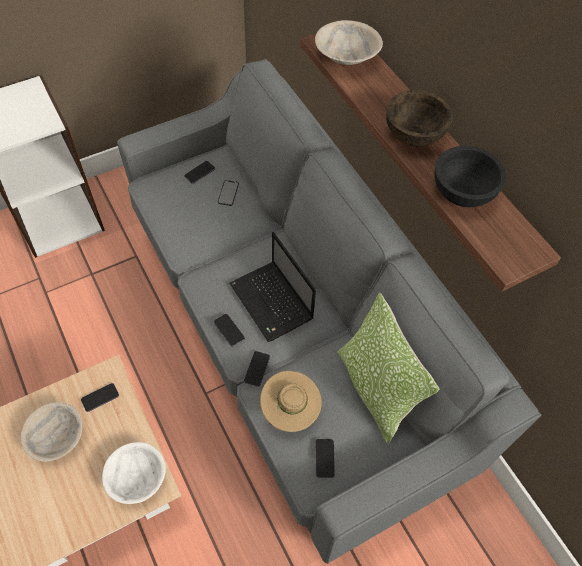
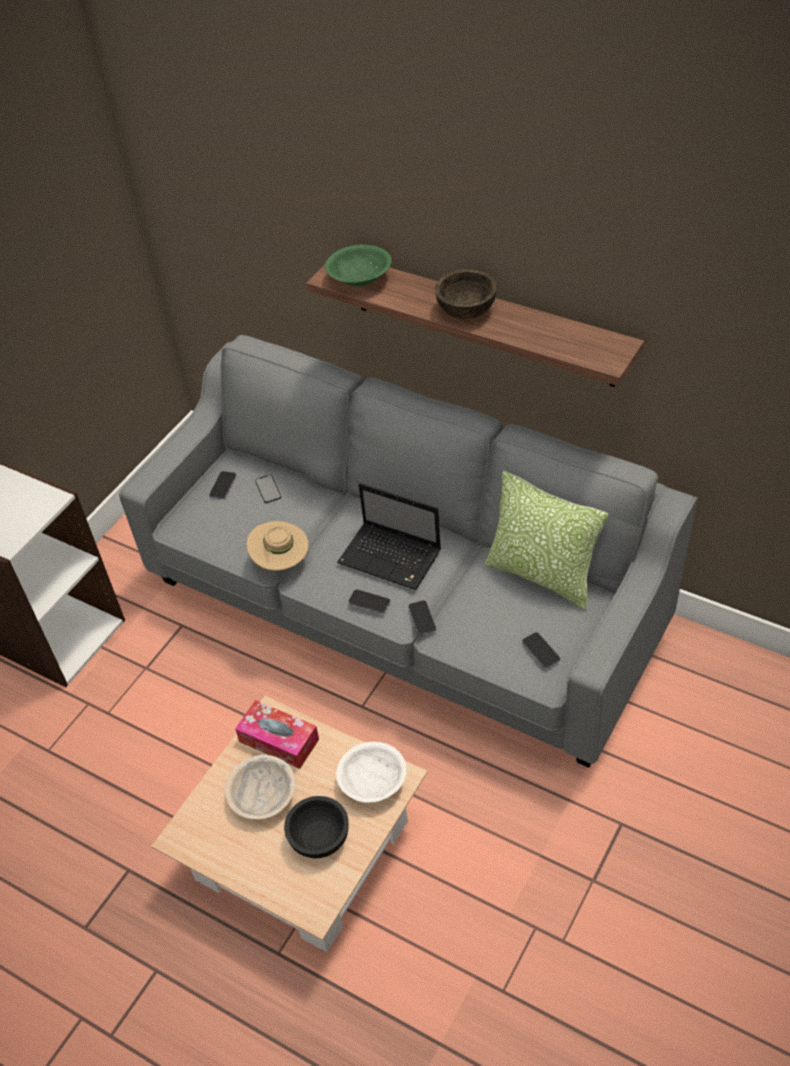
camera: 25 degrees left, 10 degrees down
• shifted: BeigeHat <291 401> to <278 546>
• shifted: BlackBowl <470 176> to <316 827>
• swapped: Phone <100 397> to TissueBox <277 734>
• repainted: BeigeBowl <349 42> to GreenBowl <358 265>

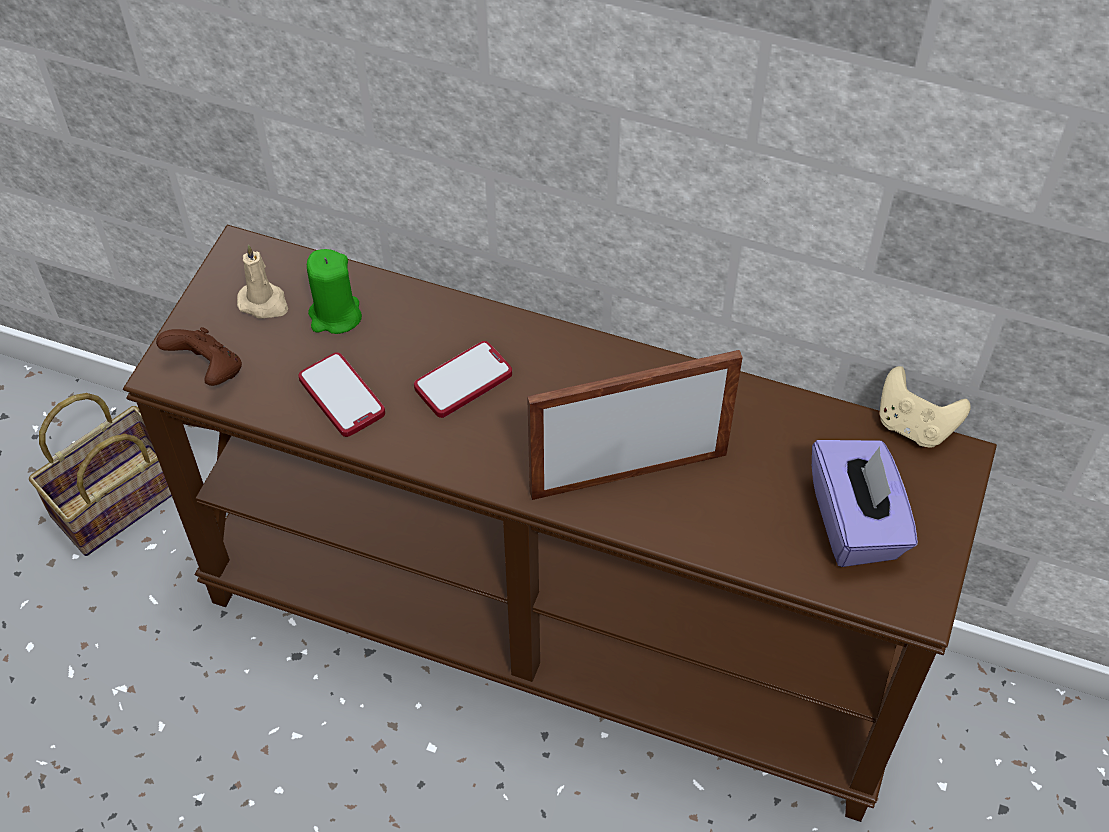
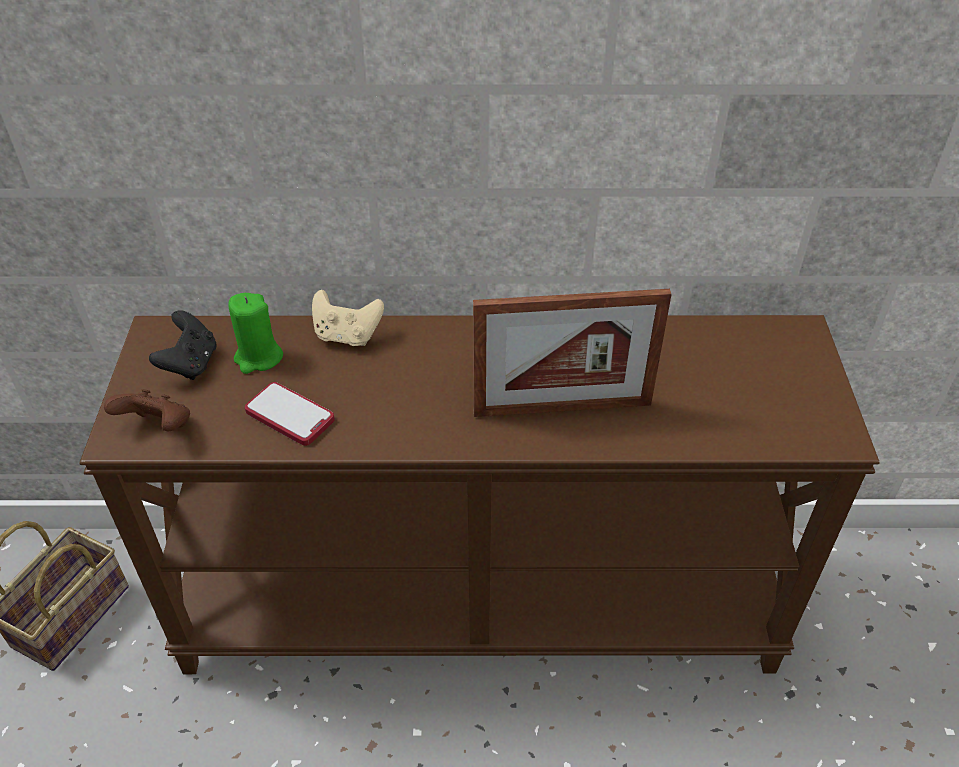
camera: 20 degrees left, 10 degrees down
• gone: Phone <463 379>
• gone: PurpleTissueBox <865 503>
• shifted: BeigeGameController <925 406> to <348 318>
• swapped: BeigeCandle <262 282> to BlackGameController <182 345>
• rotated: PictureFrame <635 425> = <572 353> 150 degrees counterclockwise

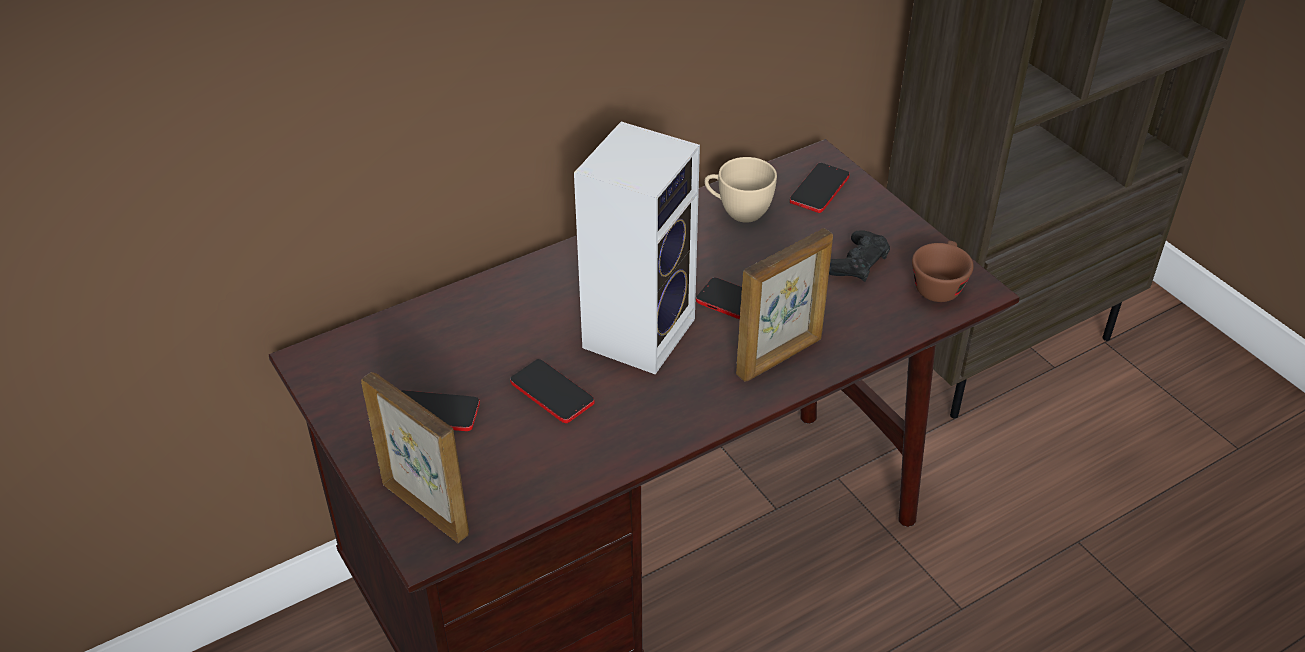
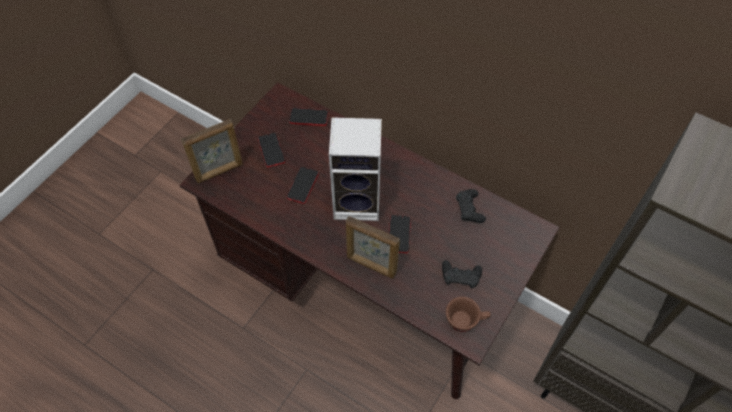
camera: 65 degrees right, 15 degrees up
• shifted: Phone <820 188> to <309 117>
• swapped: BeigeCup <741 190> to BlackGameController <471 206>
• rotated: PictureFrame <415 457> = <212 151> 45 degrees clockwise

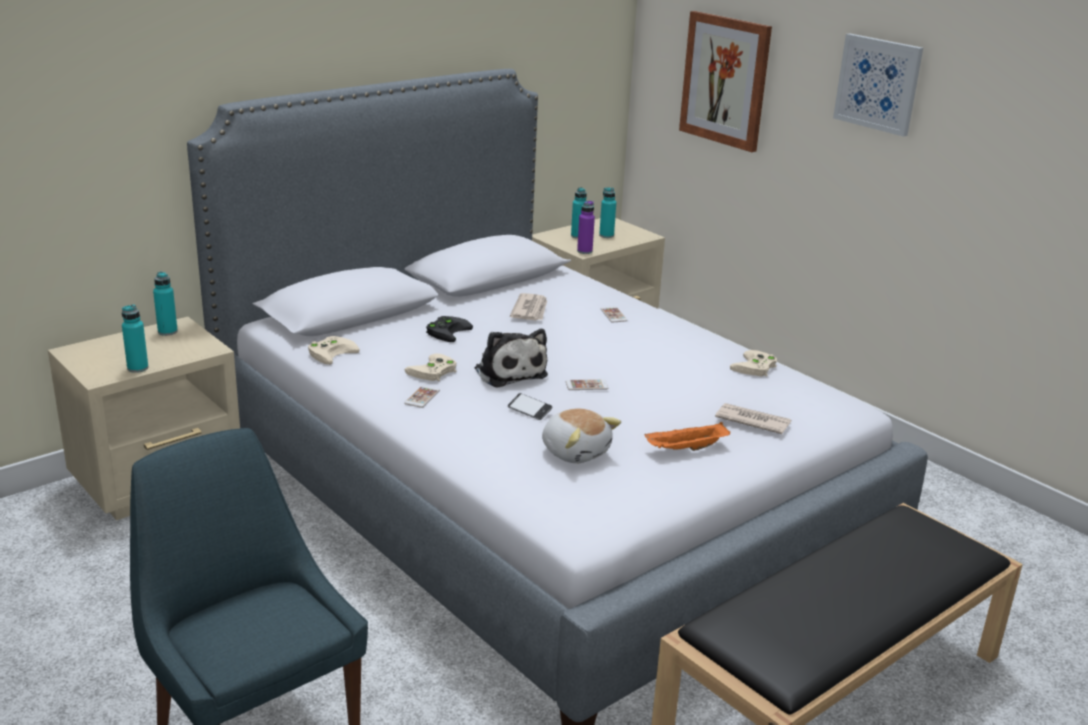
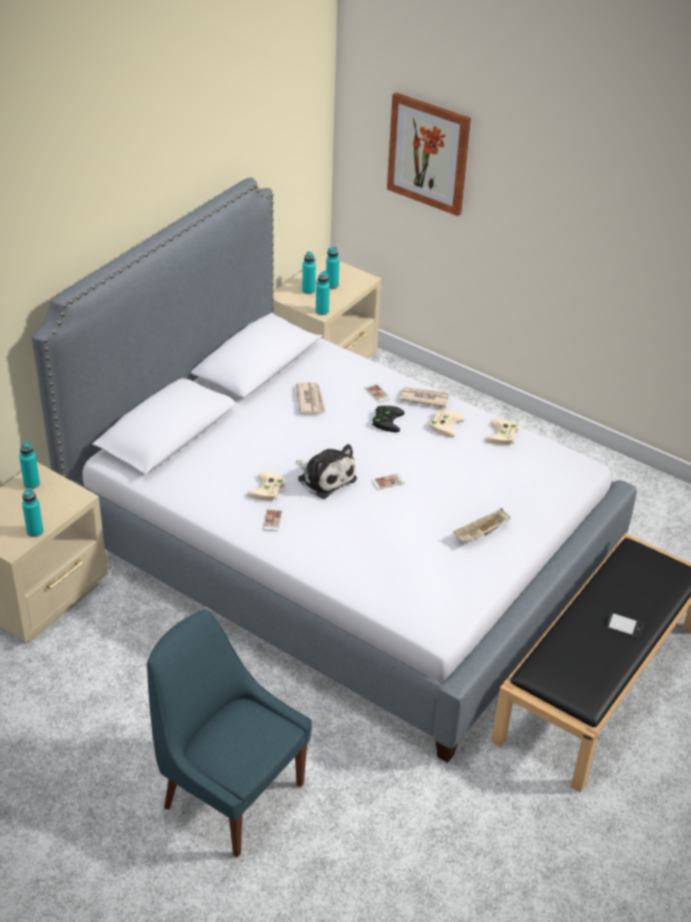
camera: 15 degrees left, 15 degrees up
• gone: PlushToy <581 435>
• gone: Picture <878 85>
• shifted: BeigeGameController <334 350> to <447 423>
• shifted: BlackGameController <449 329> to <388 419>
• shifted: Phone <530 406> to <625 625>
• shifted: Newspaper <753 418> to <425 397>
• repainted: PurpleBottle <586 227> to TurquoiseBottle <323 293>
• repainted: OrangeTray <687 436> to BeigeTray <482 525>

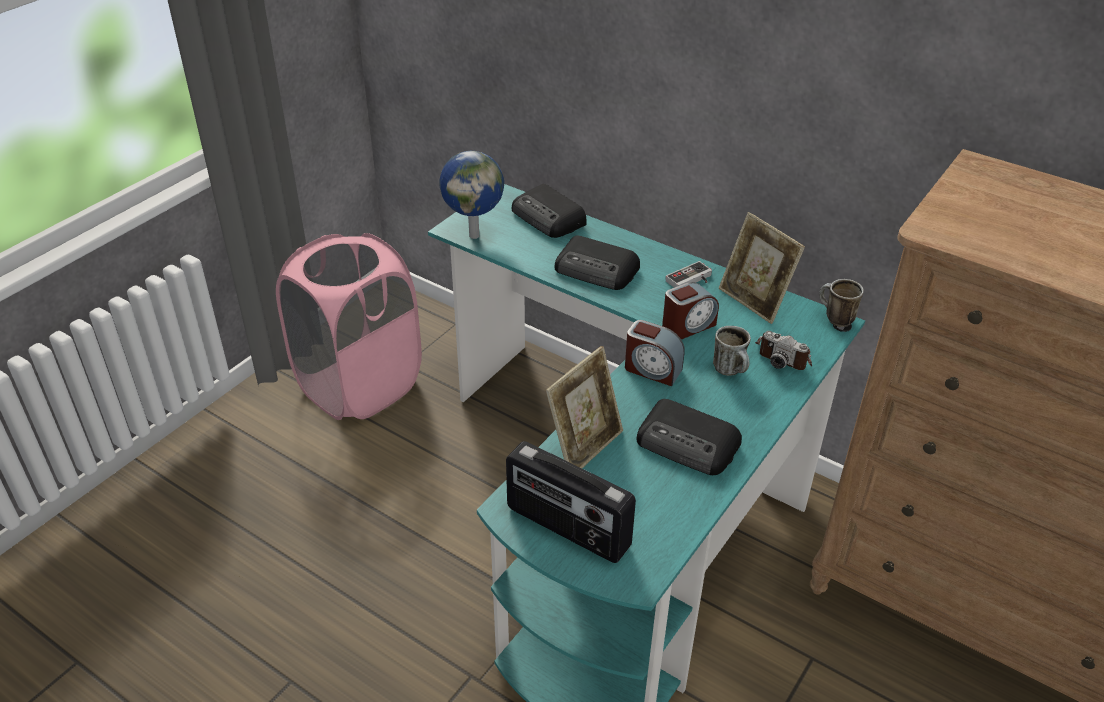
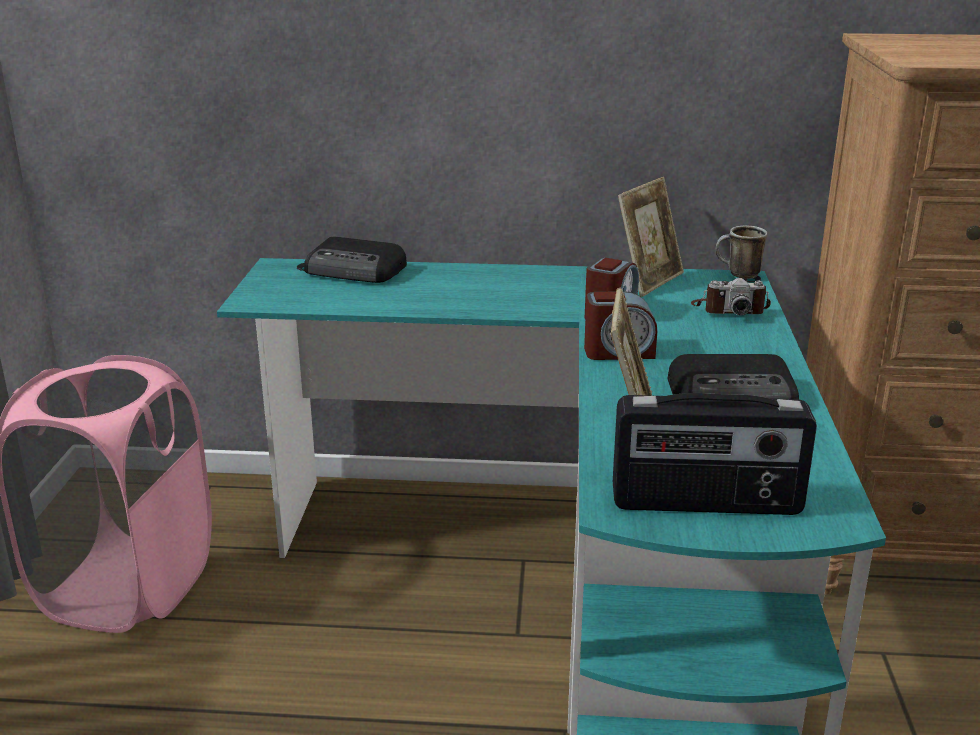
camera: 30 degrees left, 15 degrees down
• gone: Globe <471 195>
• gone: Radio <597 263>
• gone: GameController <688 274>
• gone: Mug <732 351>
• rotated: PictureFrame <762 268> = <651 237> 75 degrees counterclockwise

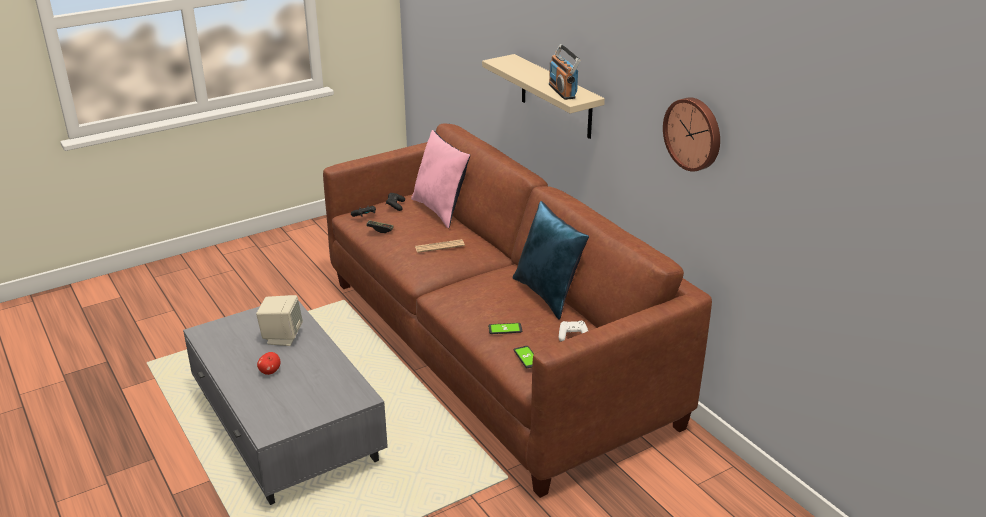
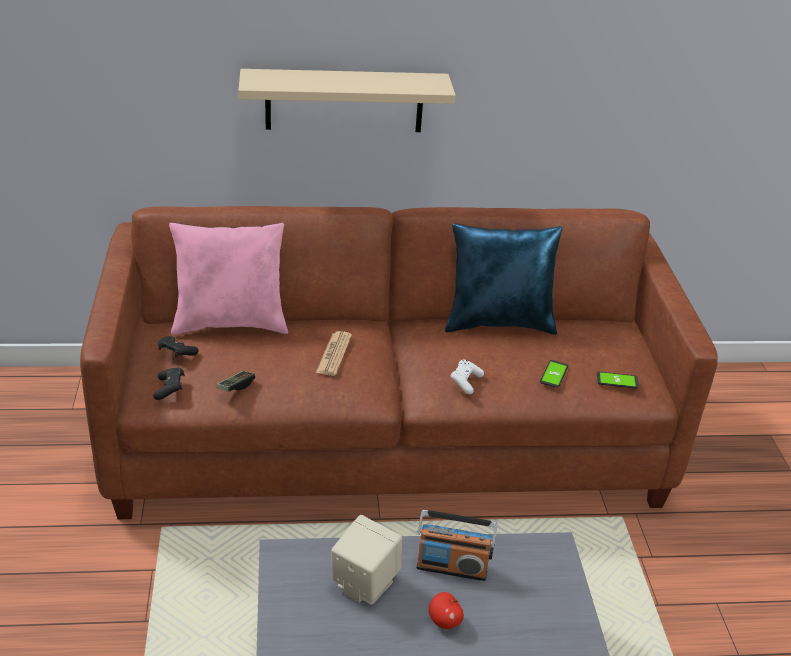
camera: 65 degrees left, 5 degrees up
• gone: WallClock <691 134>
• shifted: Radio <565 72> to <456 545>
• shifted: WhiteGameController <573 331> to <467 377>

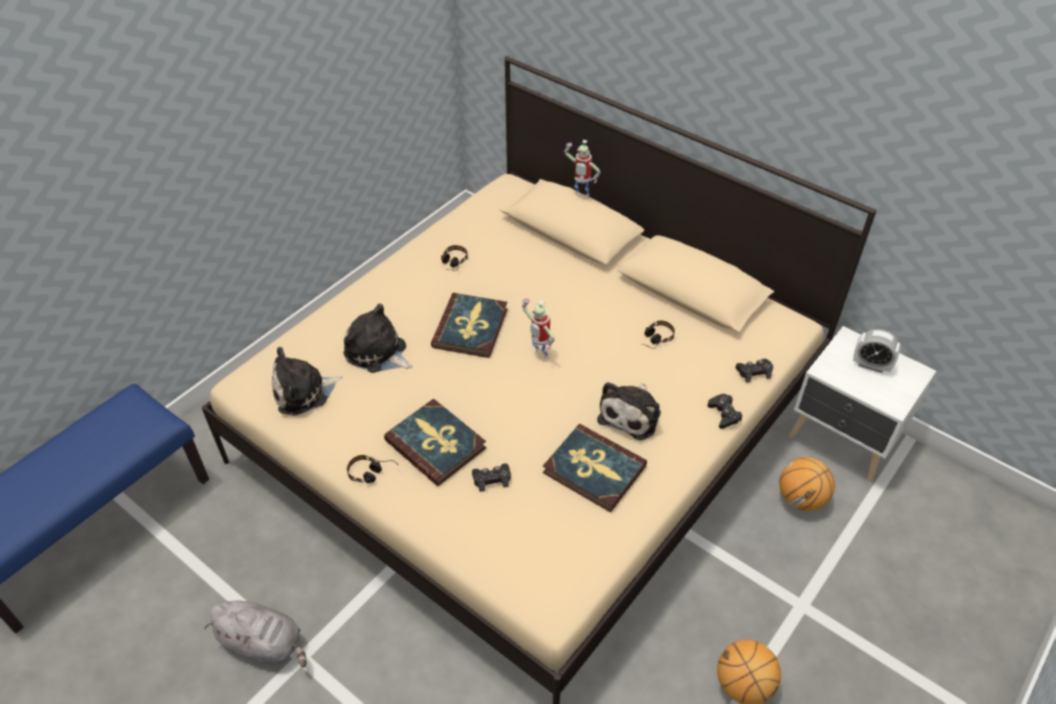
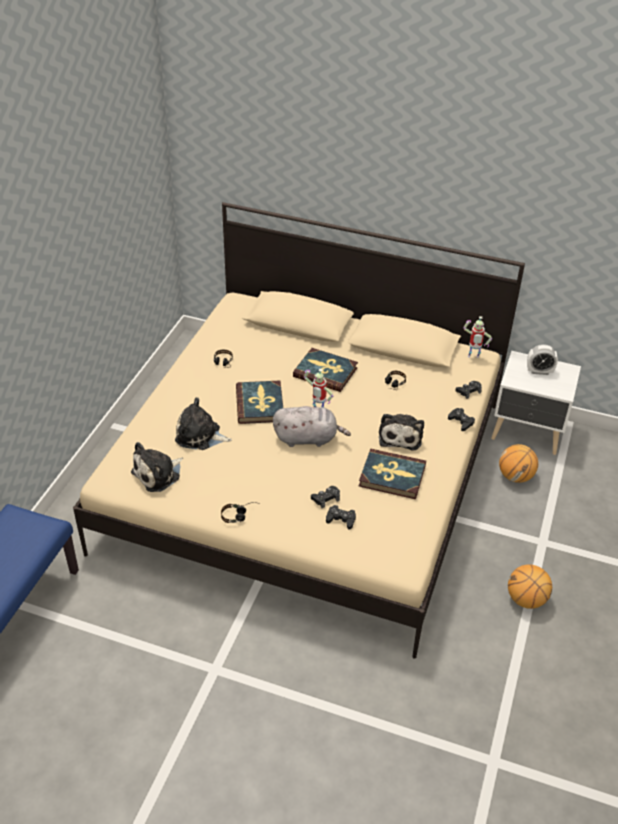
camera: 20 degrees left, 5 degrees down
• new: BlackGameController <341 517>
• shifted: GreyPlushToy <256 634> to <312 426>
• shifted: Book <435 442> to <325 370>
• shifted: ToyRobot <582 168> to <477 337>

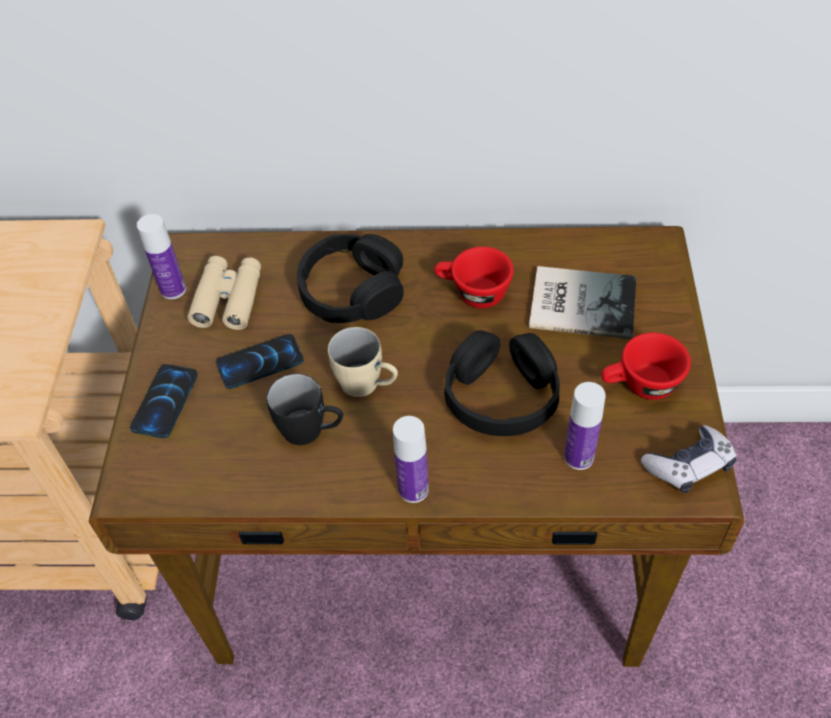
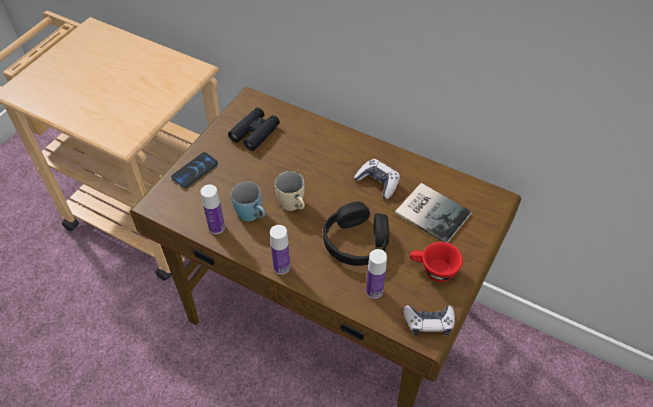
camera: 25 degrees right, 0 degrees up
• gone: Phone <260 361>
• gone: BlackHeadphones <350 278>
• shifted: Bottle <161 256> to <213 209>
• swapped: RedCup <474 277> to GameController <377 179>
• repainted: BeigeBinoculars <224 293> to BlackBinoculars <254 129>
• repainted: BlackMug <305 409> to BlueMug <248 201>

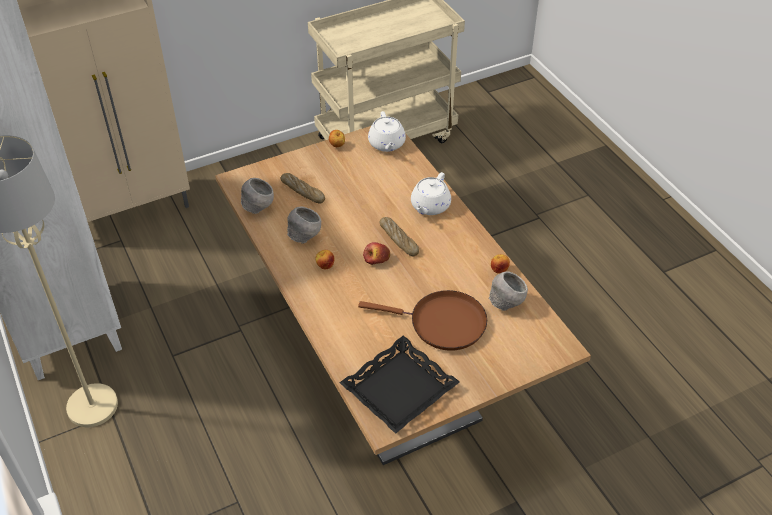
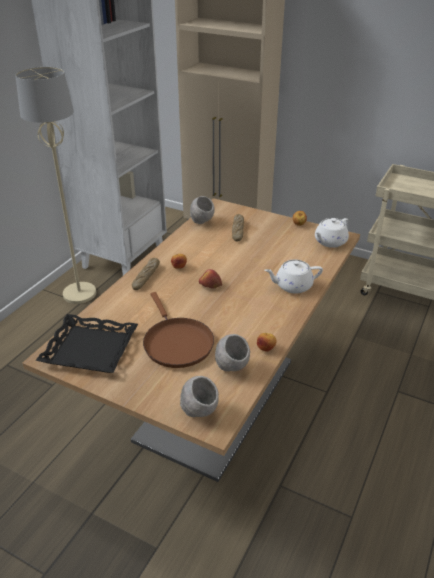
camera: 55 degrees right, 10 degrees down
• shifted: GreyBowl <304 225> to <199 396>
• shifted: Bread <399 236> to <146 274>

